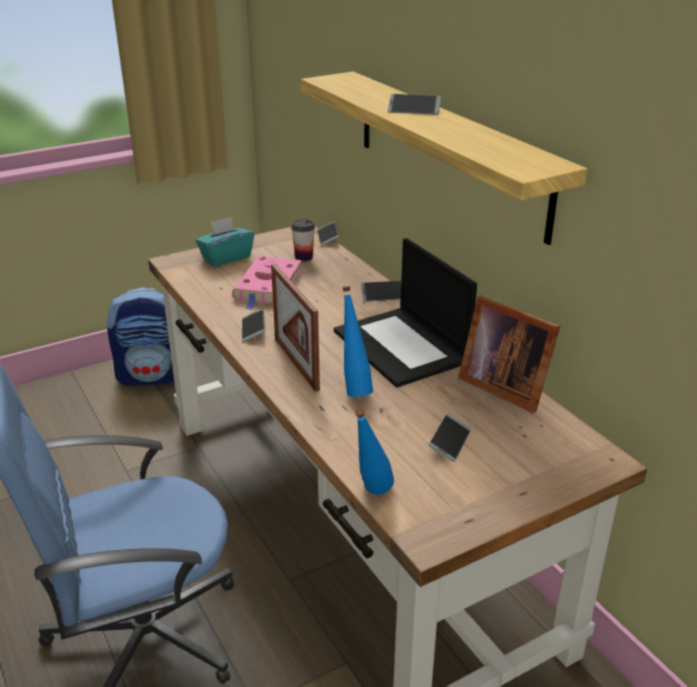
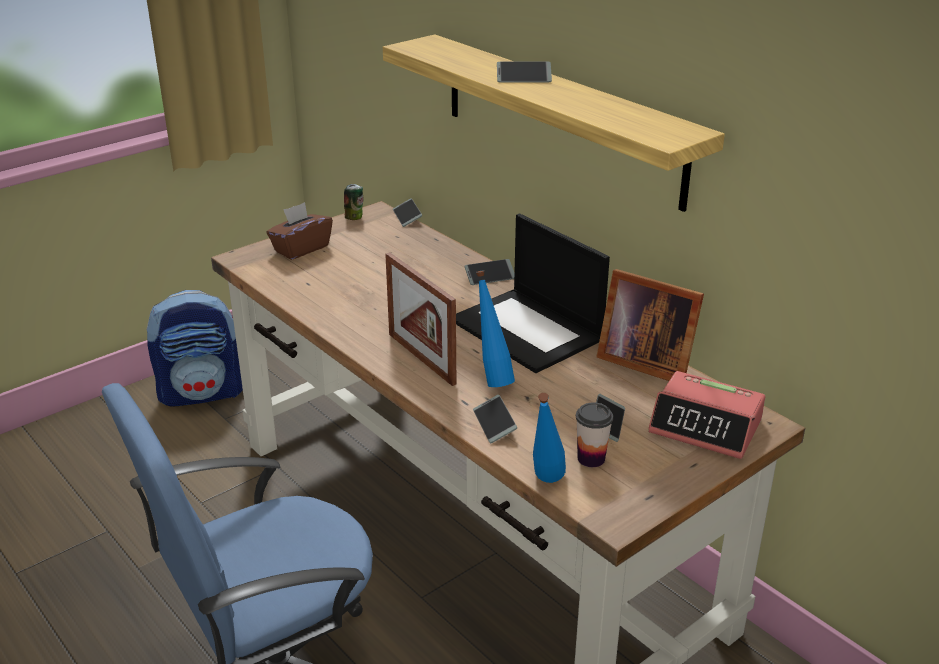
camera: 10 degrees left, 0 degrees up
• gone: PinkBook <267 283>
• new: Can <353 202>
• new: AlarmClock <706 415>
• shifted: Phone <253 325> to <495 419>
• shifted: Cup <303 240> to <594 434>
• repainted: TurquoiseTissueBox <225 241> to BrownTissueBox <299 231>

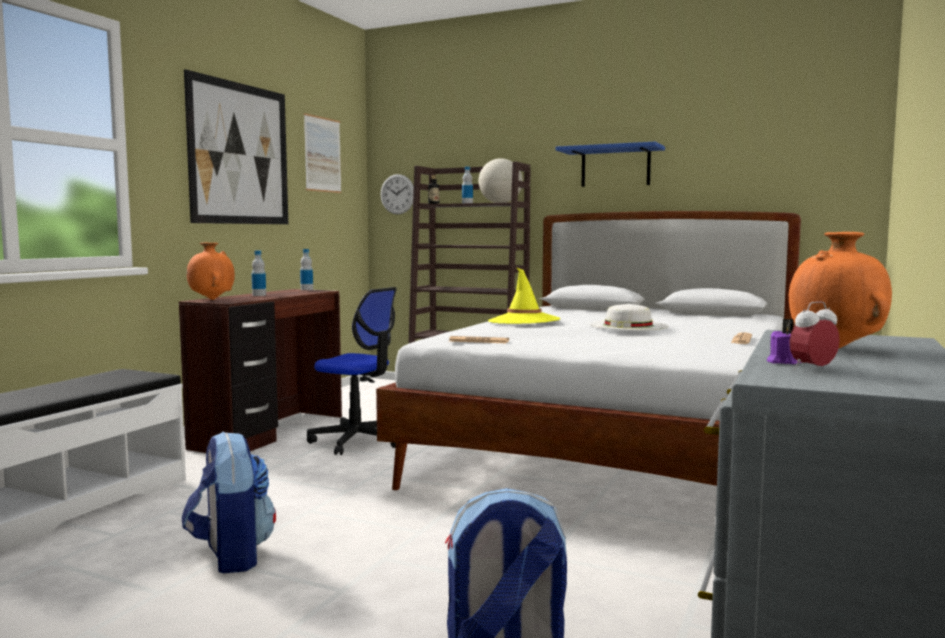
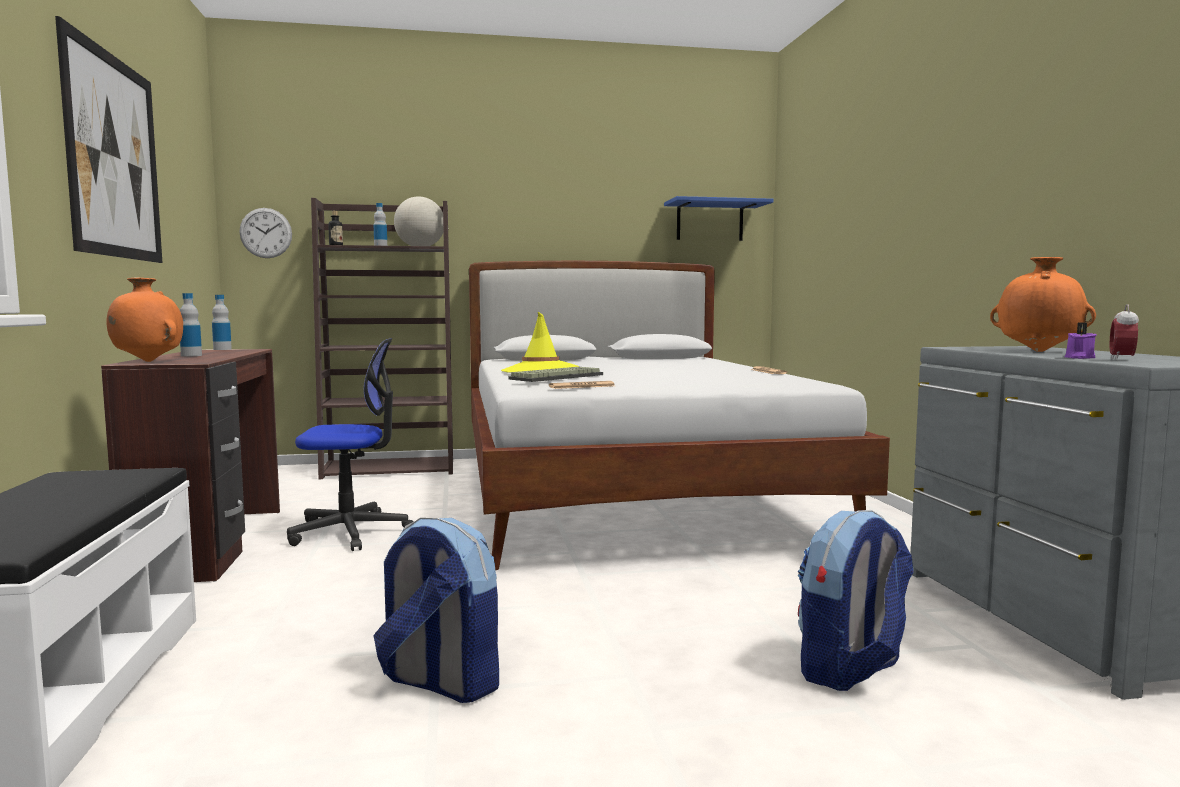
camera: 35 degrees left, 0 degrees up
• gone: Picture <323 153>
• gone: WhiteHat <628 317>
• new: Keyboard <555 374>
• shifted: BlueShelf <610 164> to <718 218>

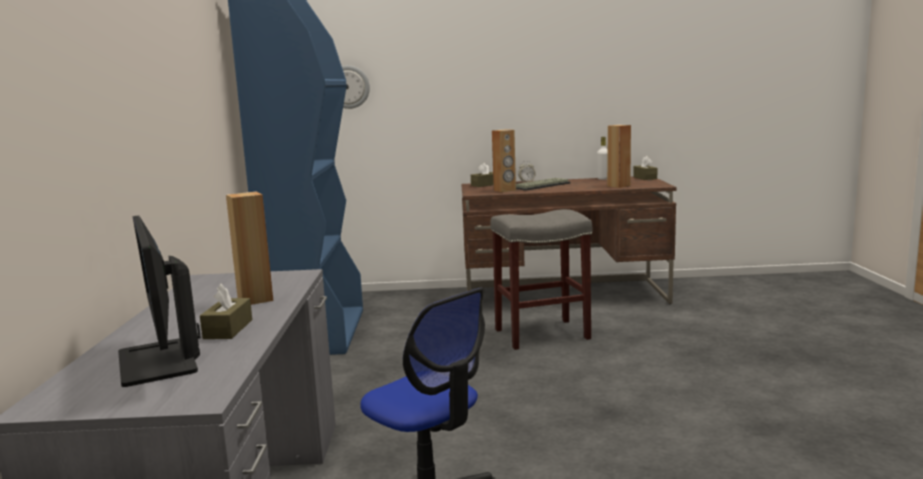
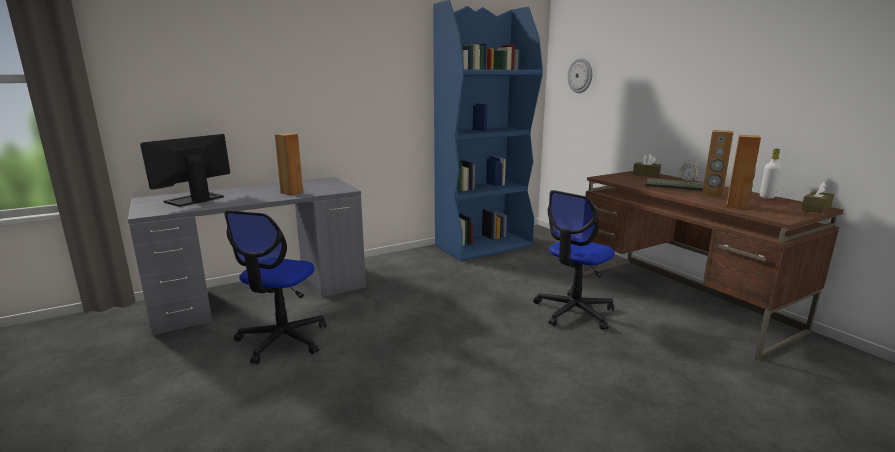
camera: 60 degrees right, 5 degrees up
• gone: BrownTissueBox <226 311>
• shifted: BrownSpeaker <504 161> to <718 164>
• swapped: GreyStool <541 279> to OfficeChair <574 260>

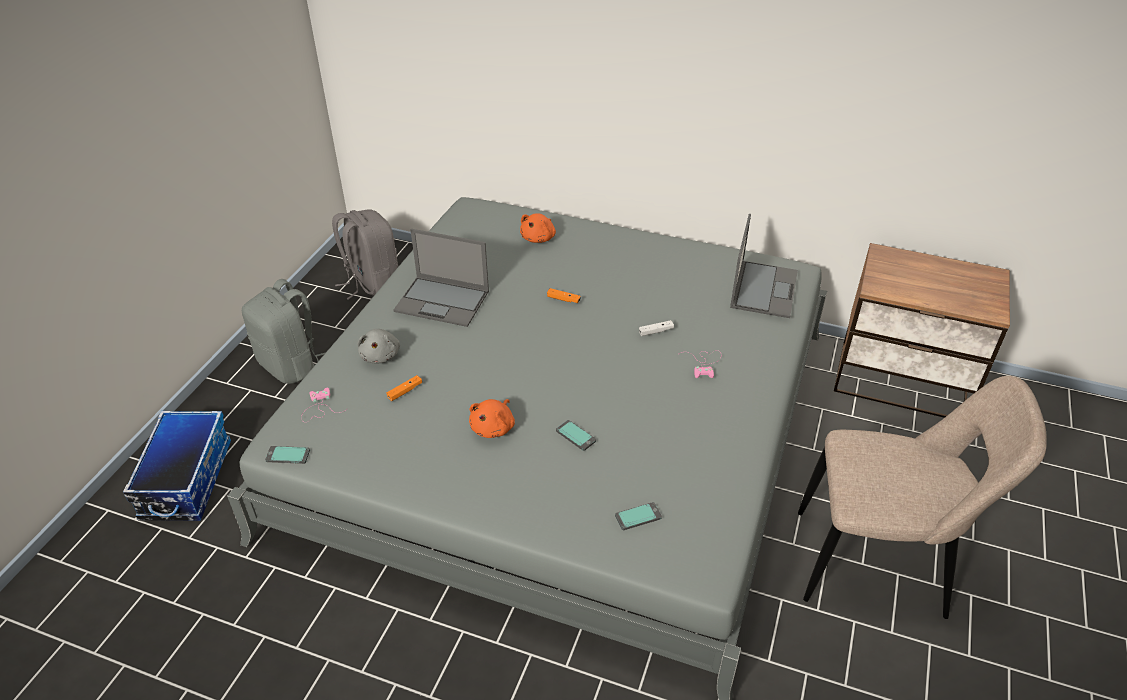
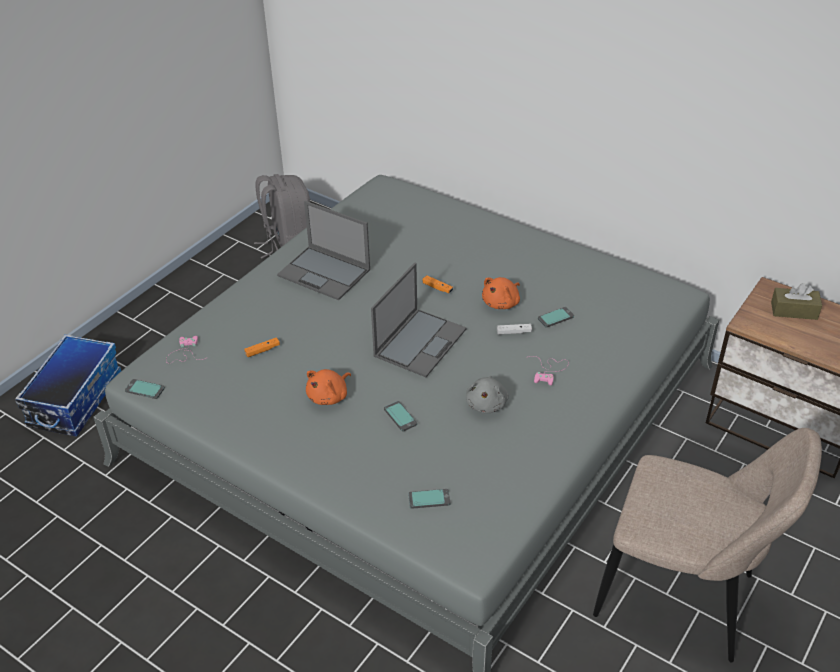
camera: 15 degrees right, 0 degrees up
• gone: GreyBackpack <284 331>
• new: Phone <556 317>
• new: BrownTissueBox <796 301>
• shifted: GreyPlushToy <378 346> to <487 394>
• shifted: OrangePlushToy <538 228> to <501 293>
• shifted: Laptop <764 266> to <419 320>

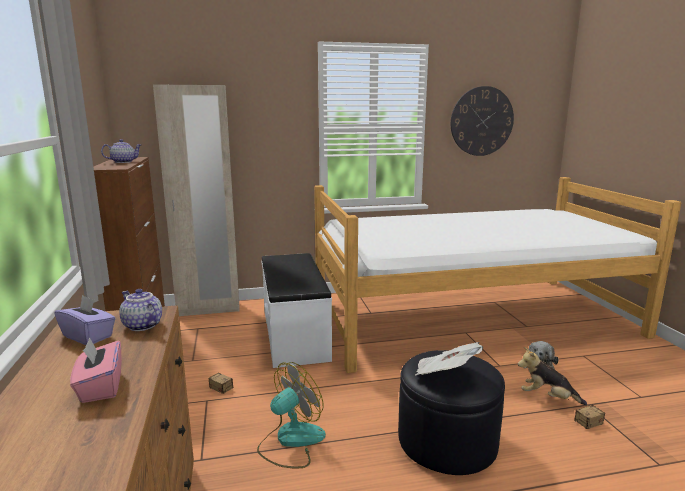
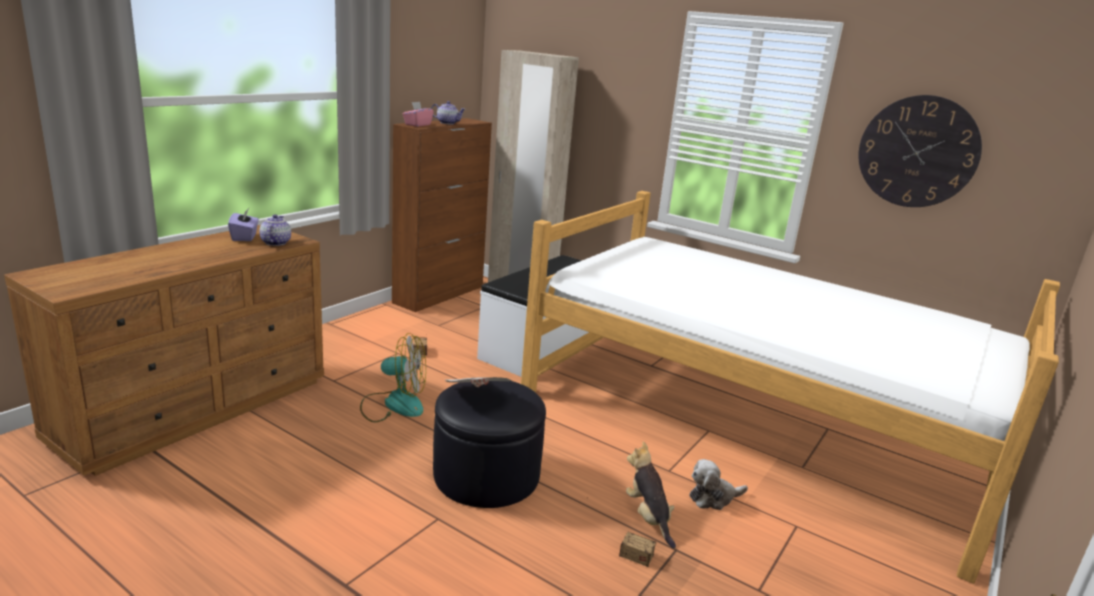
camera: 45 degrees right, 5 degrees up
• shifted: PinkTissueBox <96 370> to <418 114>

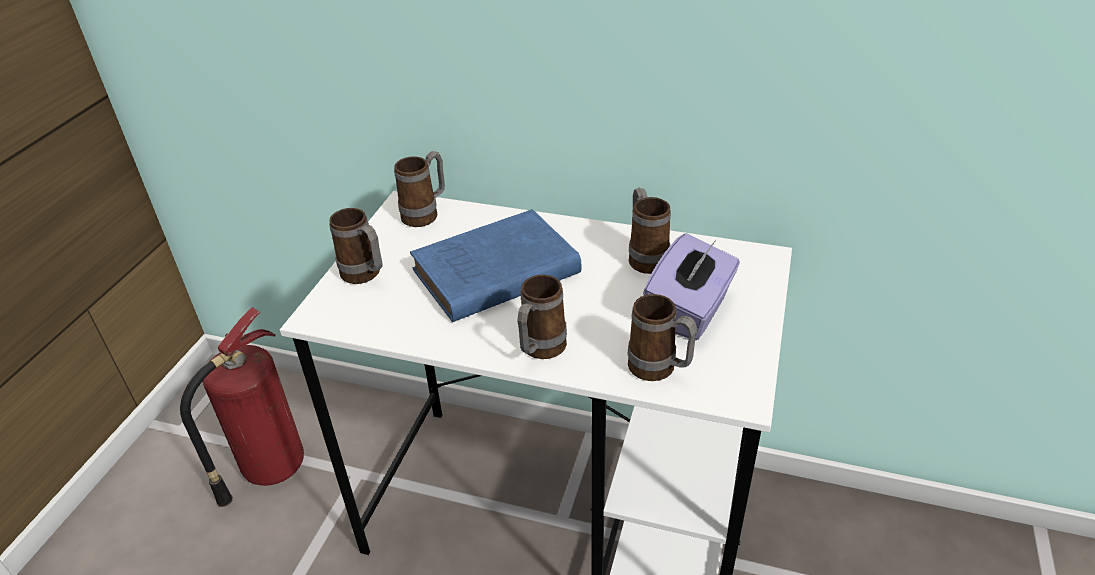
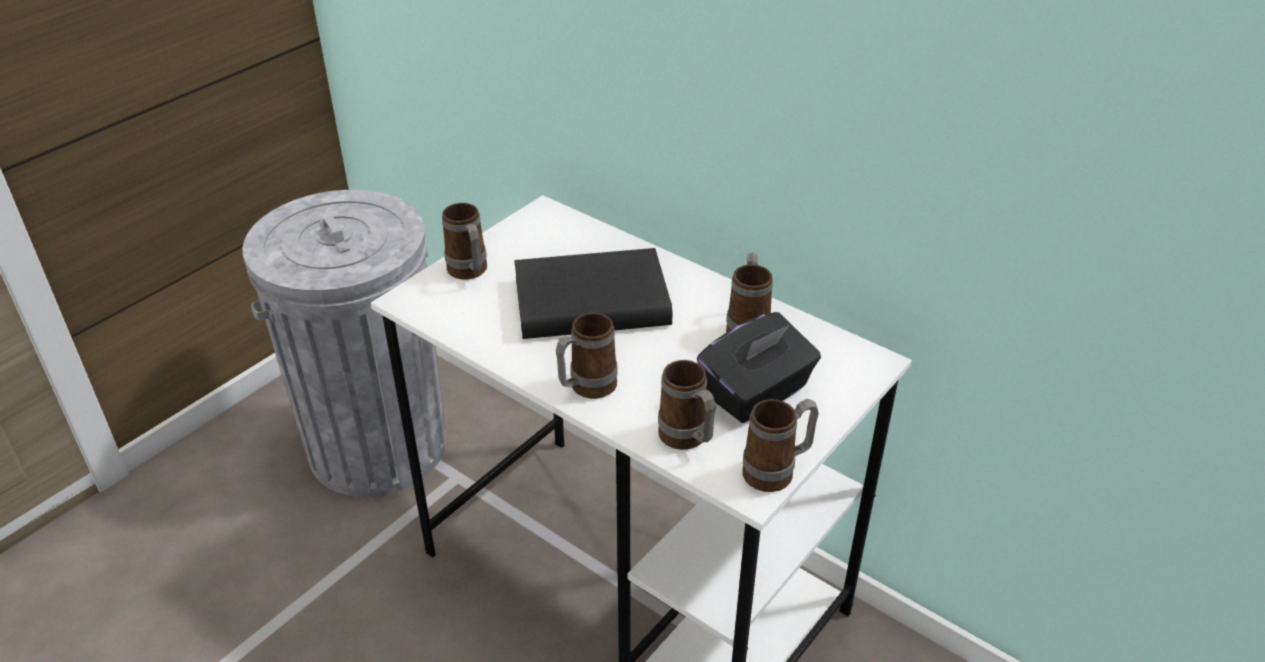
camera: 20 degrees right, 0 degrees up
• shifted: Mug <419 189> to <781 445>
• swapped: FireExtinguisher <242 407> to GreyTrashCan <344 343>
• repainted: BlueBook <495 265> to BlackBook <593 293>
• repainted: PurpleTissueBox <691 286> to BlackTissueBox <759 367>

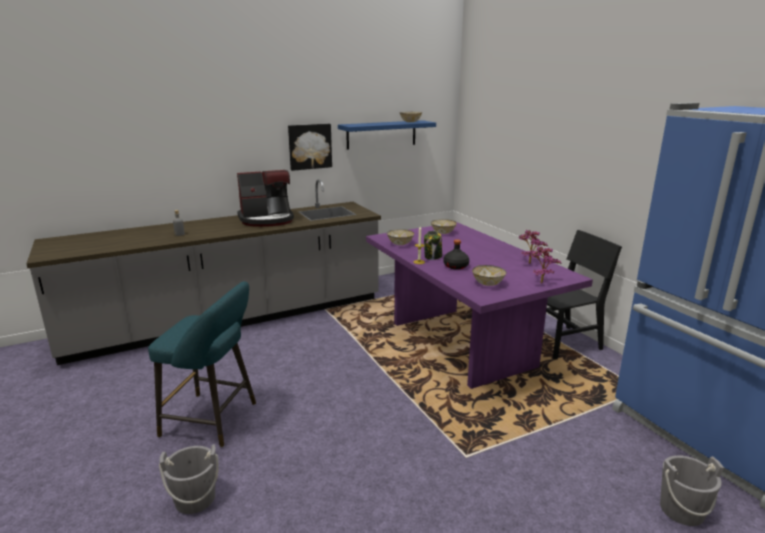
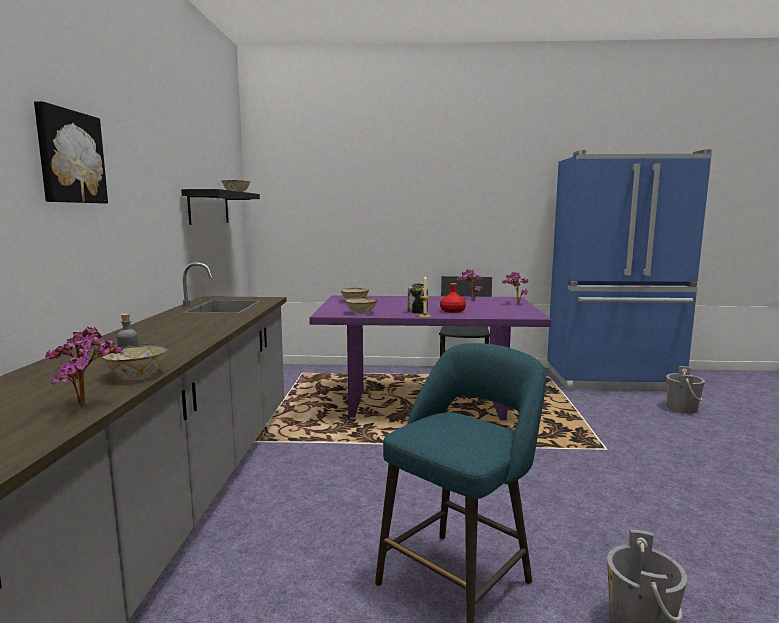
camera: 60 degrees left, 10 degrees down
• gone: CoffeeMachine <265 198>
• new: PottedPlant <84 366>
• shifted: Picture <310 147> to <71 152>
• shifted: Bowl <489 275> to <135 361>
• repainted: BlueShelf <387 135> to BlackShelf <220 207>
• repainted: BlackBottle <456 254> to RedBottle <453 298>

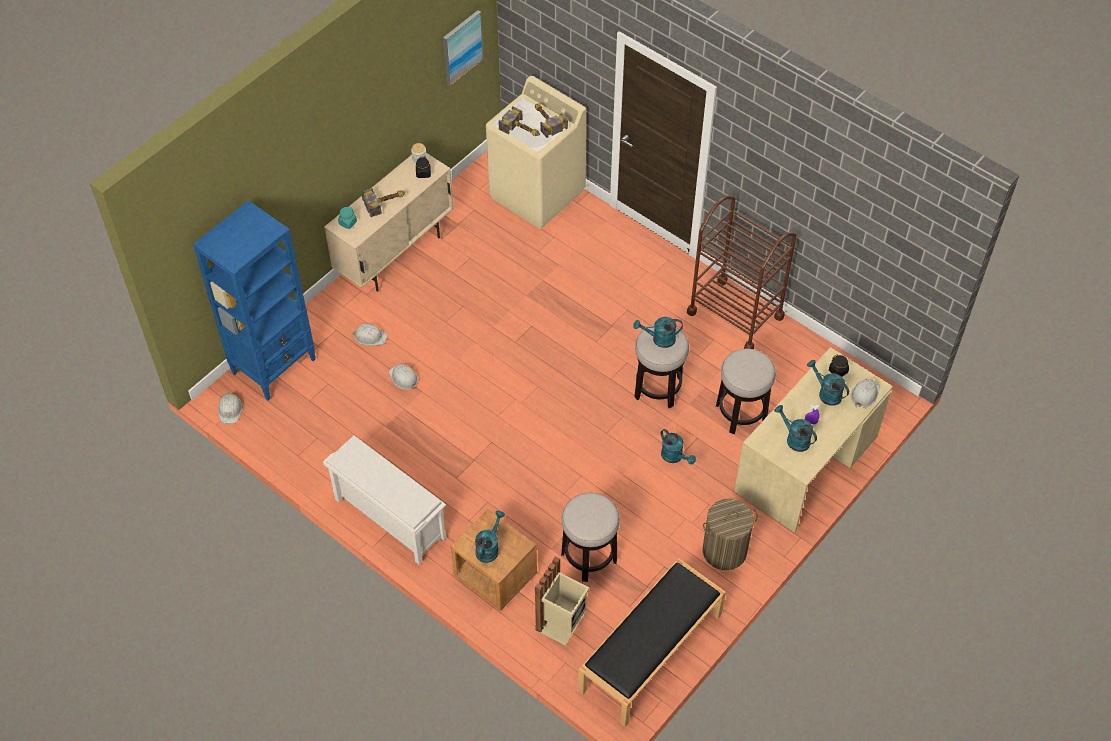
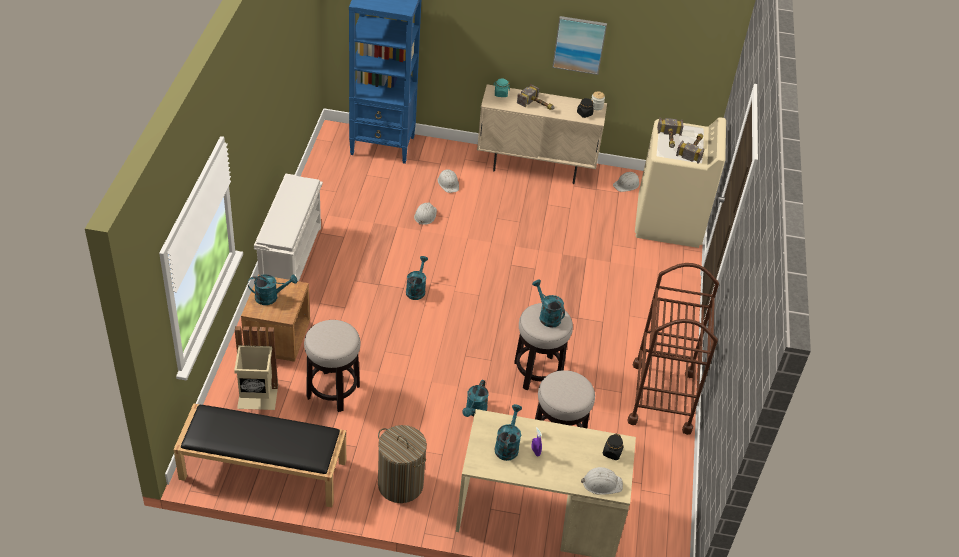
camera: 55 degrees right, 10 degrees down
• shifted: WhiteHardHat <230 408> to <626 182>
• shifted: Picture <463 48> to <579 45>
• shifted: TurquoiseWateringCan <828 383> to <417 278>

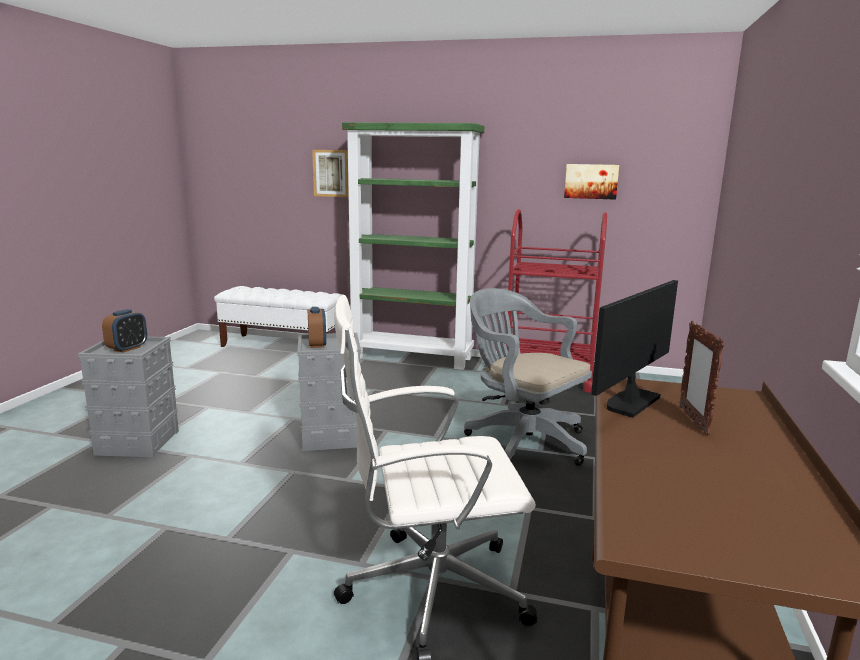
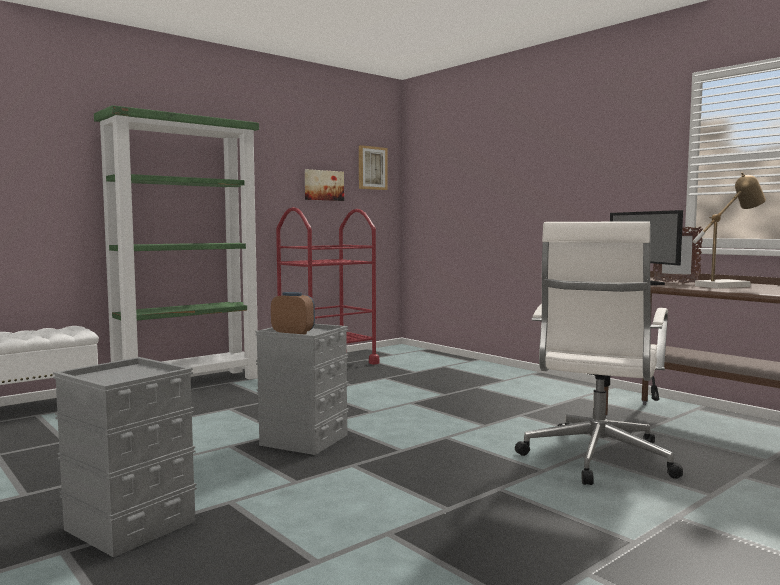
camera: 55 degrees left, 10 degrees down
• gone: AlarmClock <124 331>
• gone: GreyOfficeChair <528 377>
• new: TableLamp <729 230>
• shifted: Picture <330 173> to <373 167>

